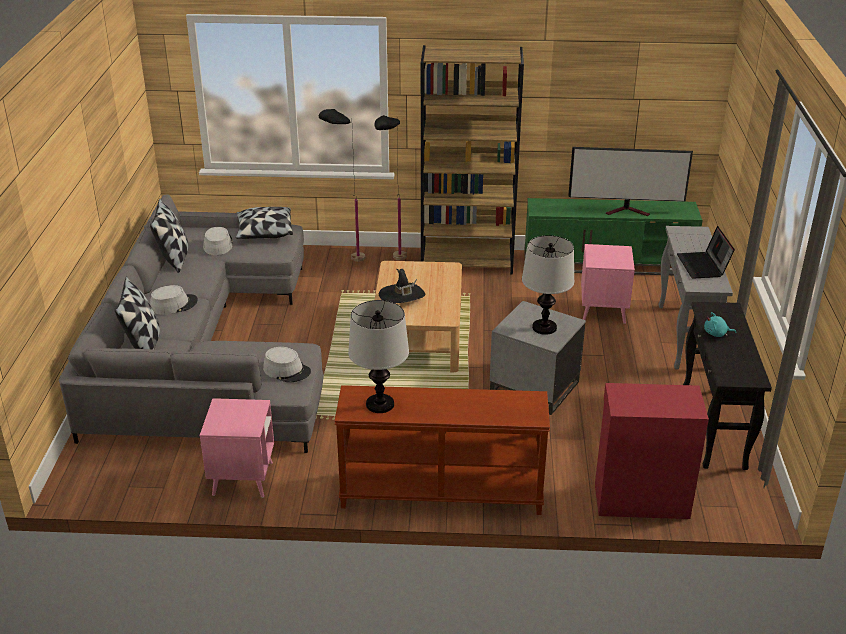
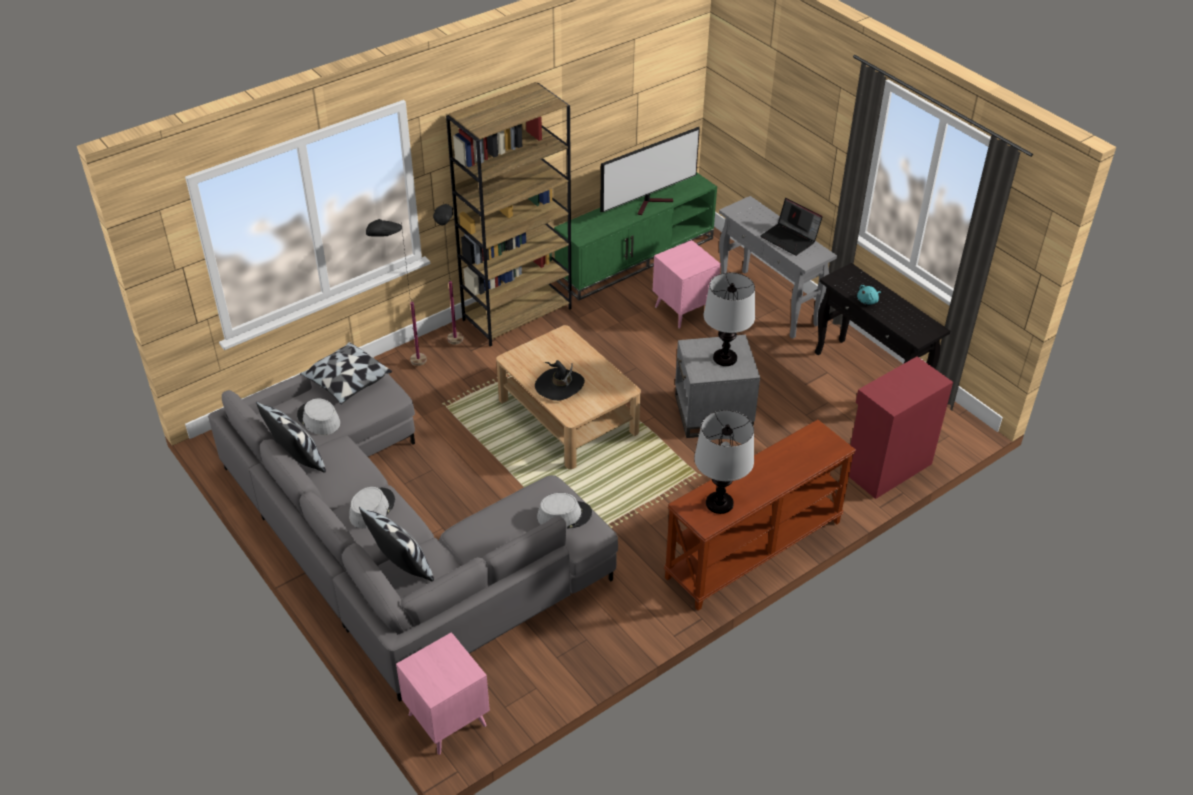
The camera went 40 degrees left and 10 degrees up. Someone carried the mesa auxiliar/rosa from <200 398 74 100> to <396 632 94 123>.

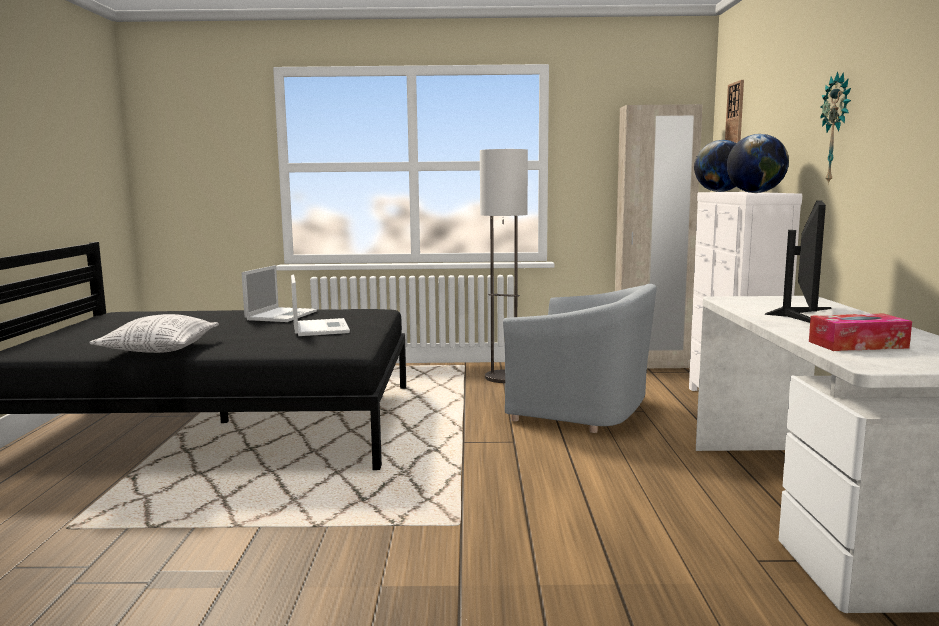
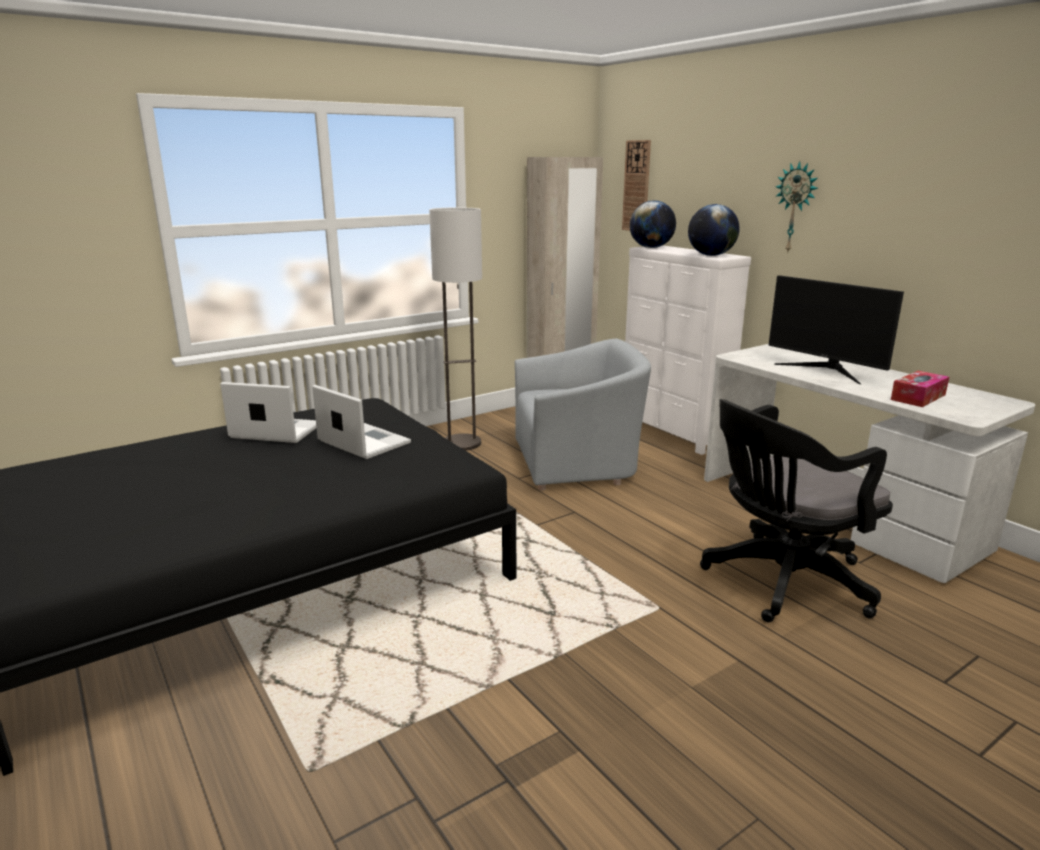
The camera went 35 degrees left and 10 degrees up. Someone rotated the portátil at <242 265 75 57> by 60 degrees counterclockwise. Someone put down the silla de oficina/negro at <700 399 193 223>. Someone rotated the monitor at <765 200 67 123> by 150 degrees clockwise. Someone took away the cojín at <89 314 130 39>.

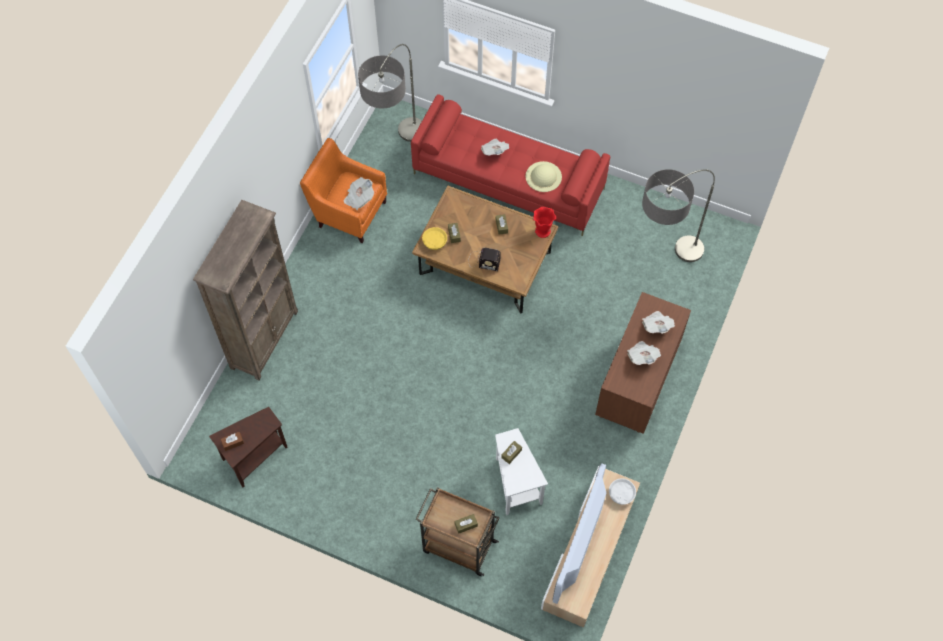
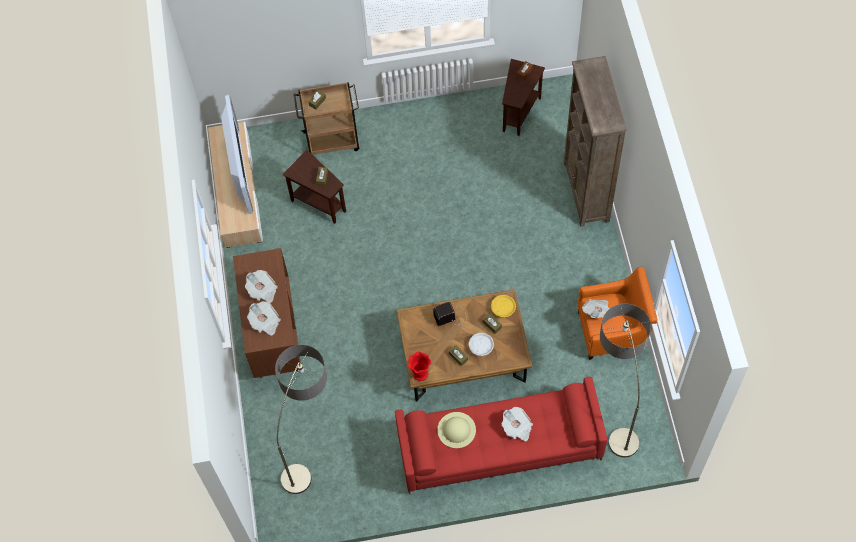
The camera went 150 degrees right and 0 degrees up. Someone repainted the mesa auxiliar/blanco at <495 428 53 87>, which became the mesa auxiliar/marrón at <283 150 63 74>. Someone carried the cuenco/blanco from <609 478 27 27> to <469 333 25 23>.

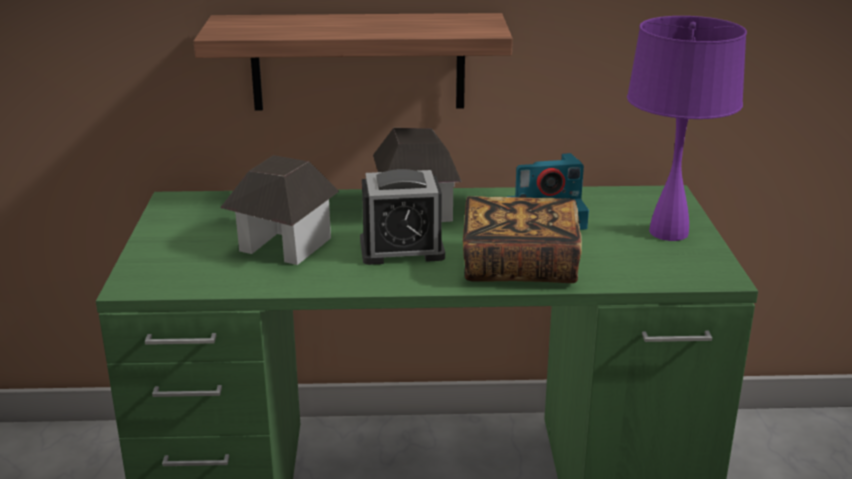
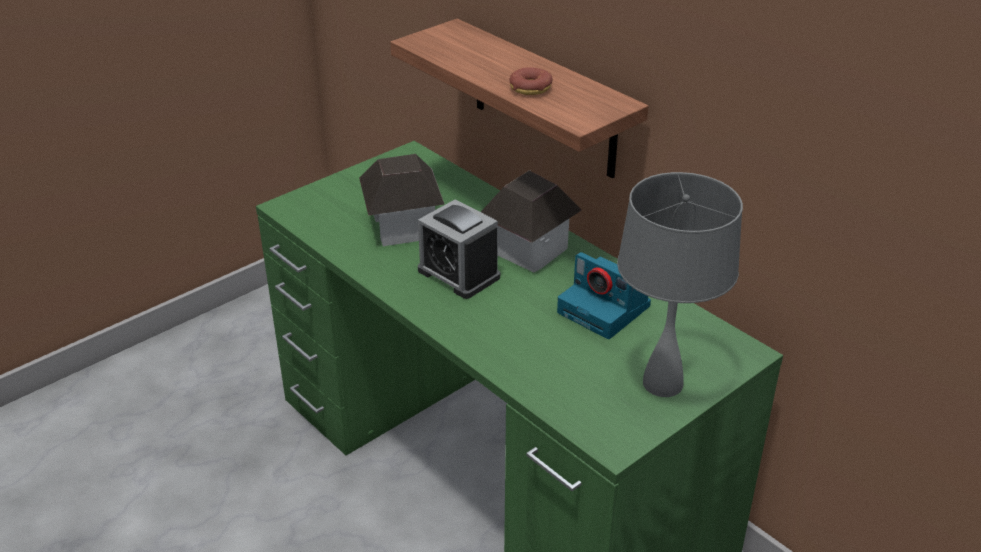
The camera went 50 degrees right and 10 degrees up. Someone put down the rosquilla at <509 67 44 28>. Someone repainted the lámpara de mesa/morado at <627 16 120 225>, which became the lámpara de mesa/gris at <617 172 126 225>. Someone took away the libro at <463 196 119 87>.

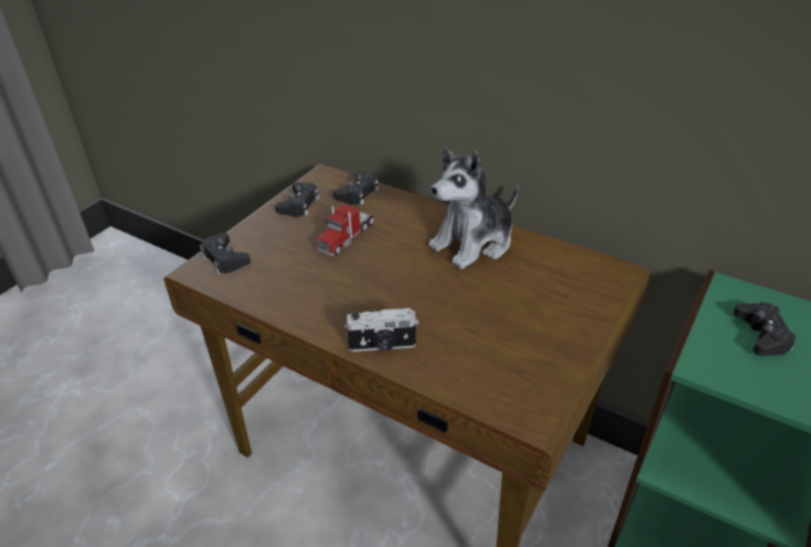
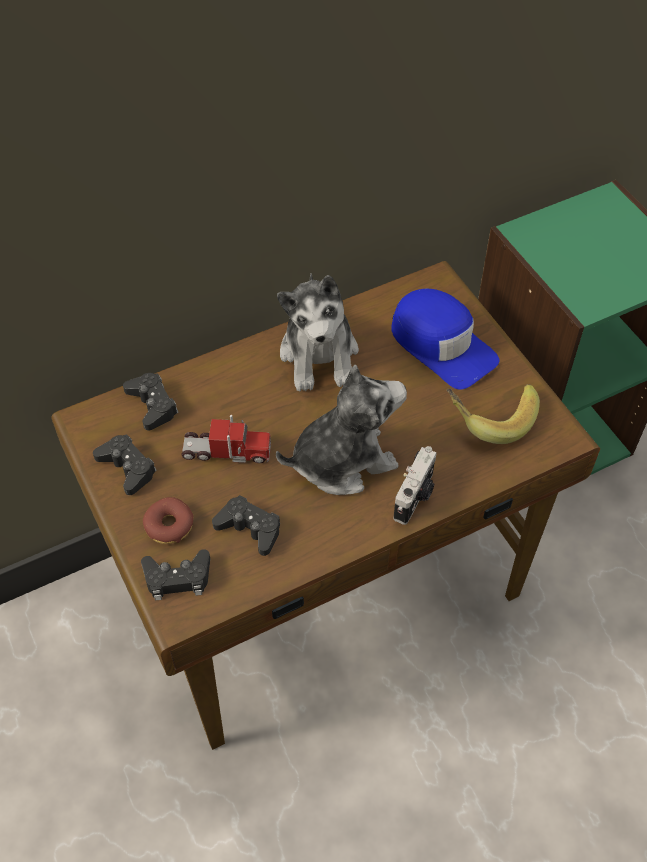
The camera went 60 degrees left and 15 degrees up. Someone put down the rosquilla at <143 497 51 47>. Someone rotated the camión de juguete at <316 204 59 52> by 60 degrees counterclockwise. Someone carried the mando de consola/negro from <733 302 64 54> to <212 495 68 61>. Someone put down the peluche at <276 365 131 130>. Someone put down the gorra/azul at <391 289 108 101>. Someone put down the plátano at <447 384 93 60>.

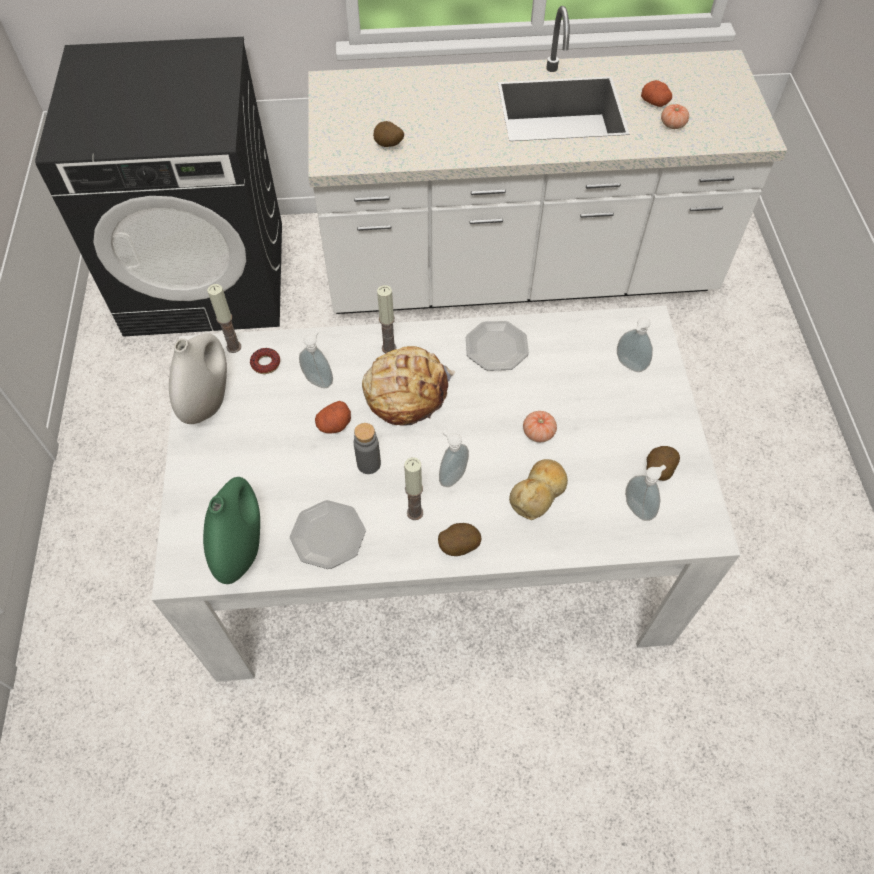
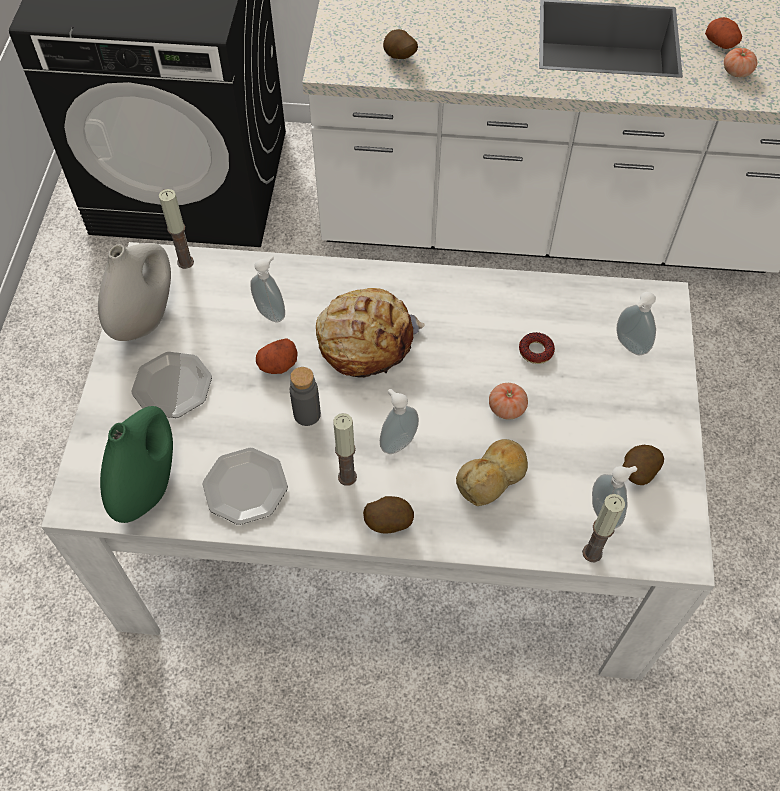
The camera went 10 degrees right and 0 degrees up. Someone carried the plato from <466 321 63 50> to <131 352 81 66>. Someone carried the rosquilla from <250 348 30 26> to <519 332 36 32>. Someone carried the vela from <377 285 19 68> to <582 494 43 68>.

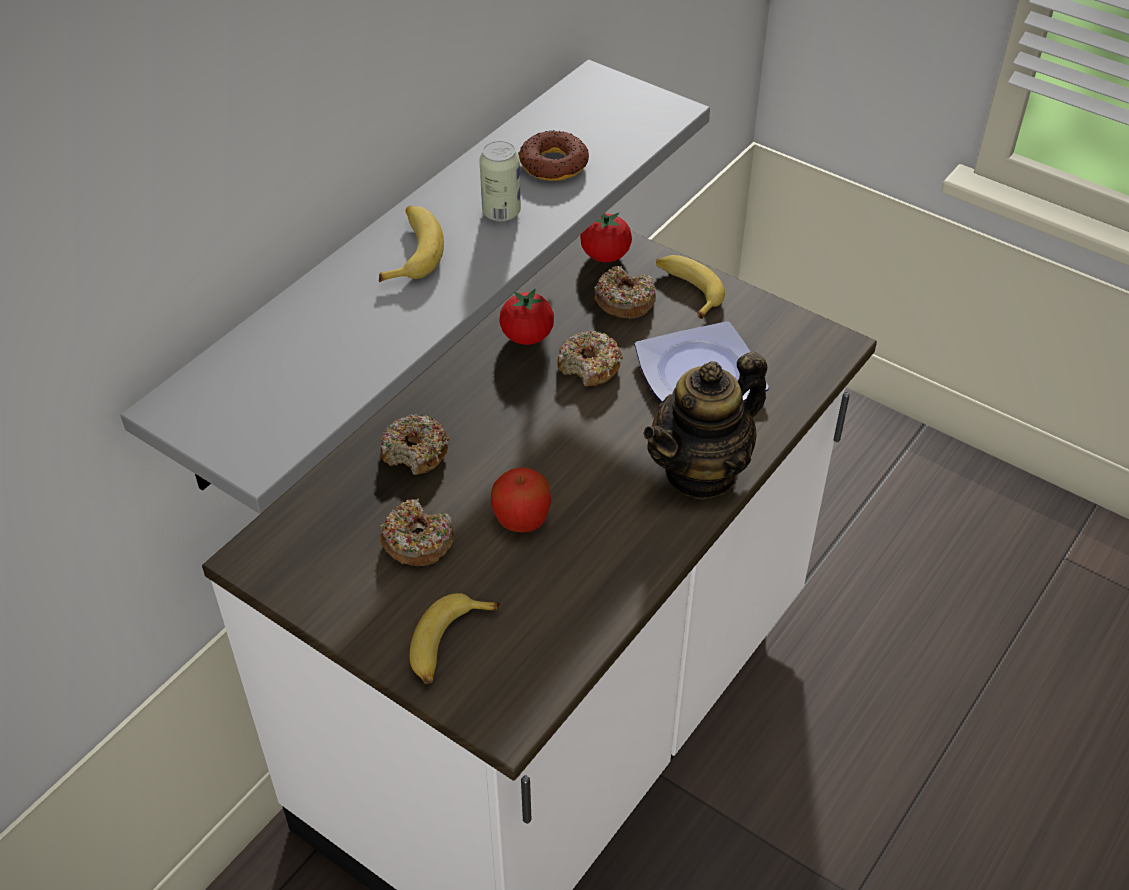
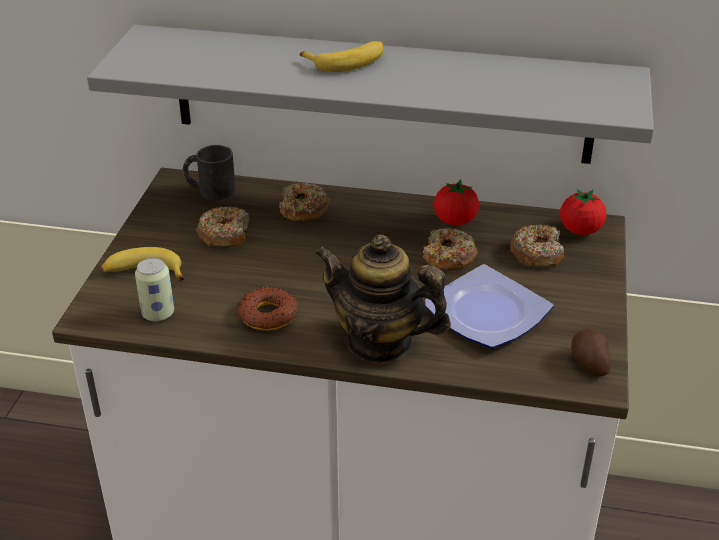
The camera went 65 degrees right and 10 degrees down. Someone carried the lata from <479 141 42 81> to <135 258 39 63>. Someone put down the taza grande/negro at <183 145 53 55>. Someone carried the rosquilla from <518 130 71 51> to <237 286 61 45>. Someone put down the patata at <571 328 40 48>. Someone took away the manzana at <491 467 60 66>. Someone took away the plátano at <656 255 69 64>.

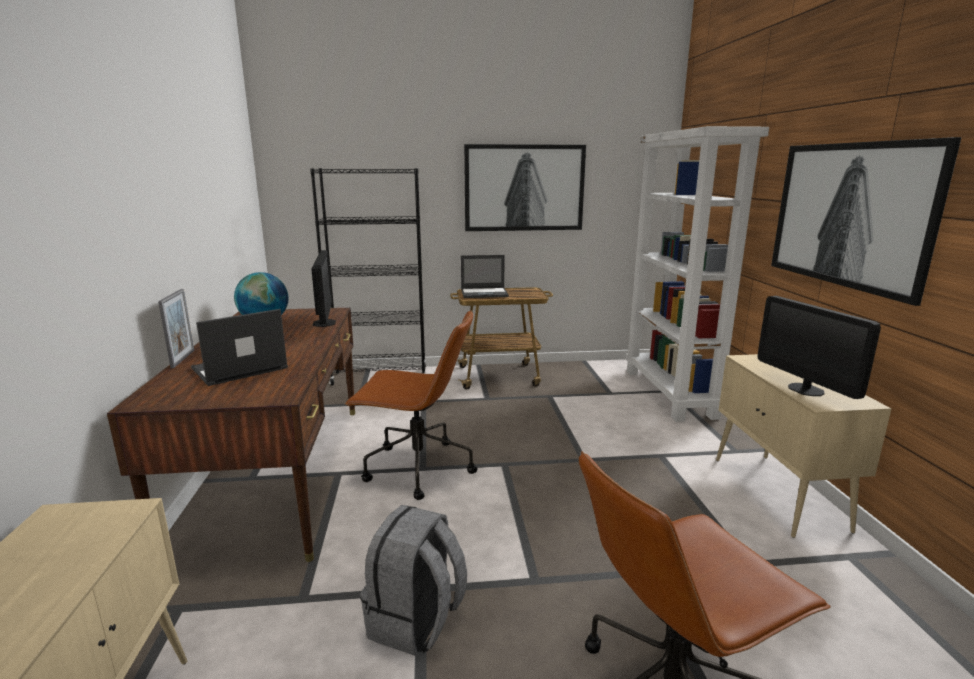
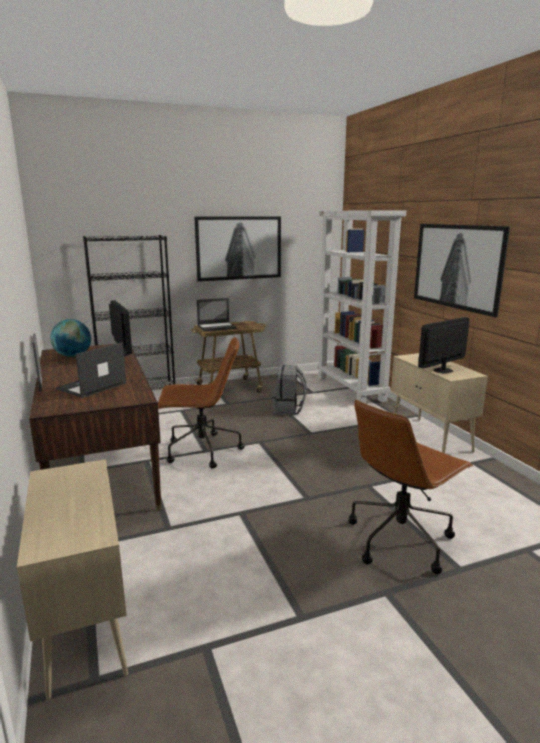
The camera went 15 degrees left and 0 degrees up. Someone carried the mochila/gris from <360 505 107 151> to <272 365 35 50>. Someone rotated the monitor at <758 296 123 103> by 90 degrees clockwise.

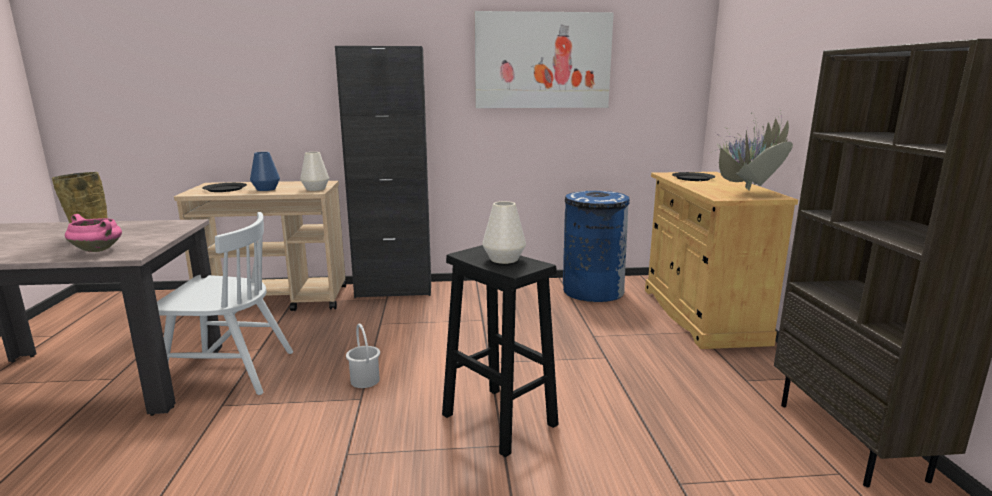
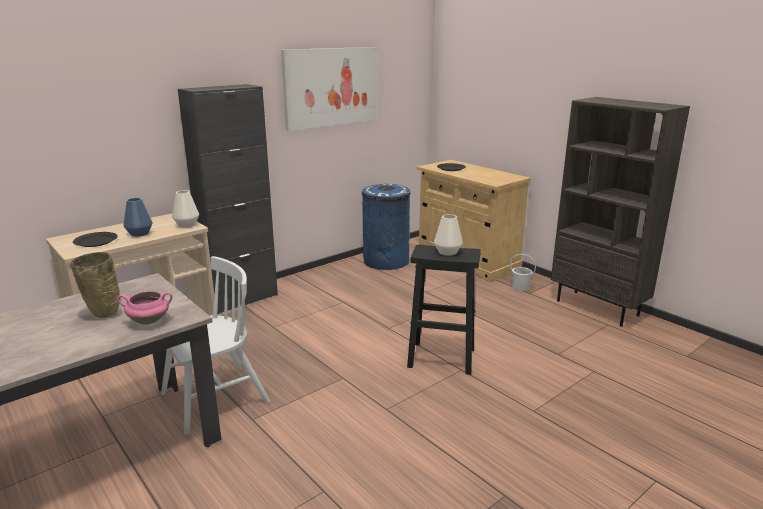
The camera went 35 degrees left and 5 degrees up. Someone carried the cubo/blanco from <346 324 34 64> to <510 254 26 37>. Someone took away the planta en maceta at <699 110 94 80>.

